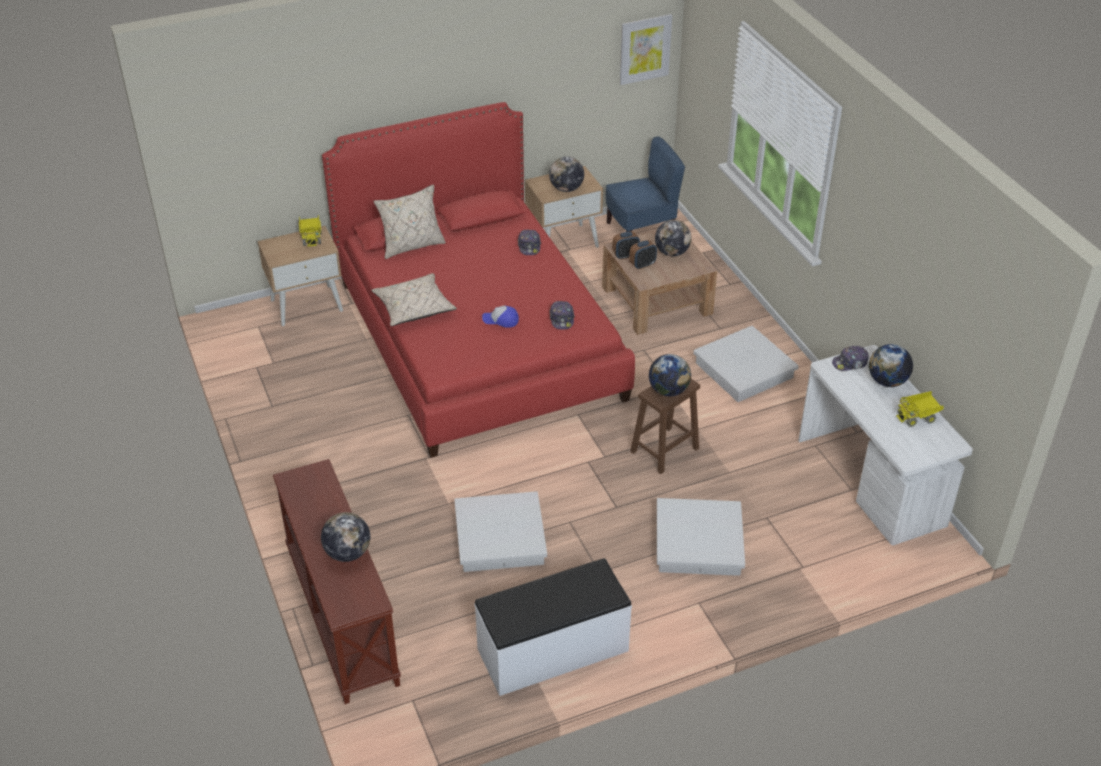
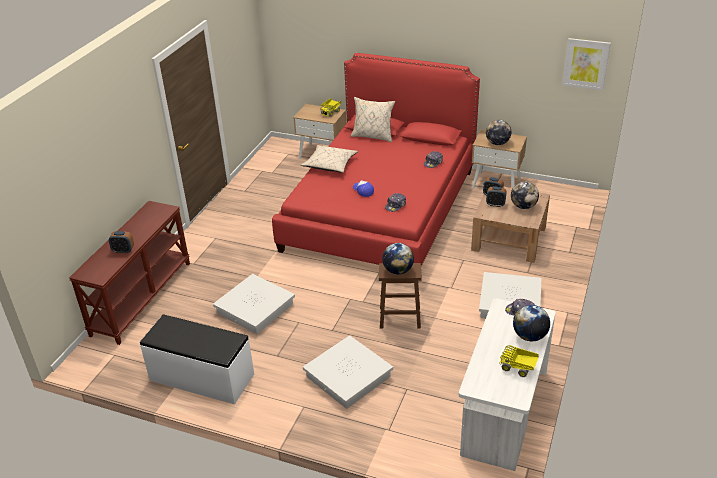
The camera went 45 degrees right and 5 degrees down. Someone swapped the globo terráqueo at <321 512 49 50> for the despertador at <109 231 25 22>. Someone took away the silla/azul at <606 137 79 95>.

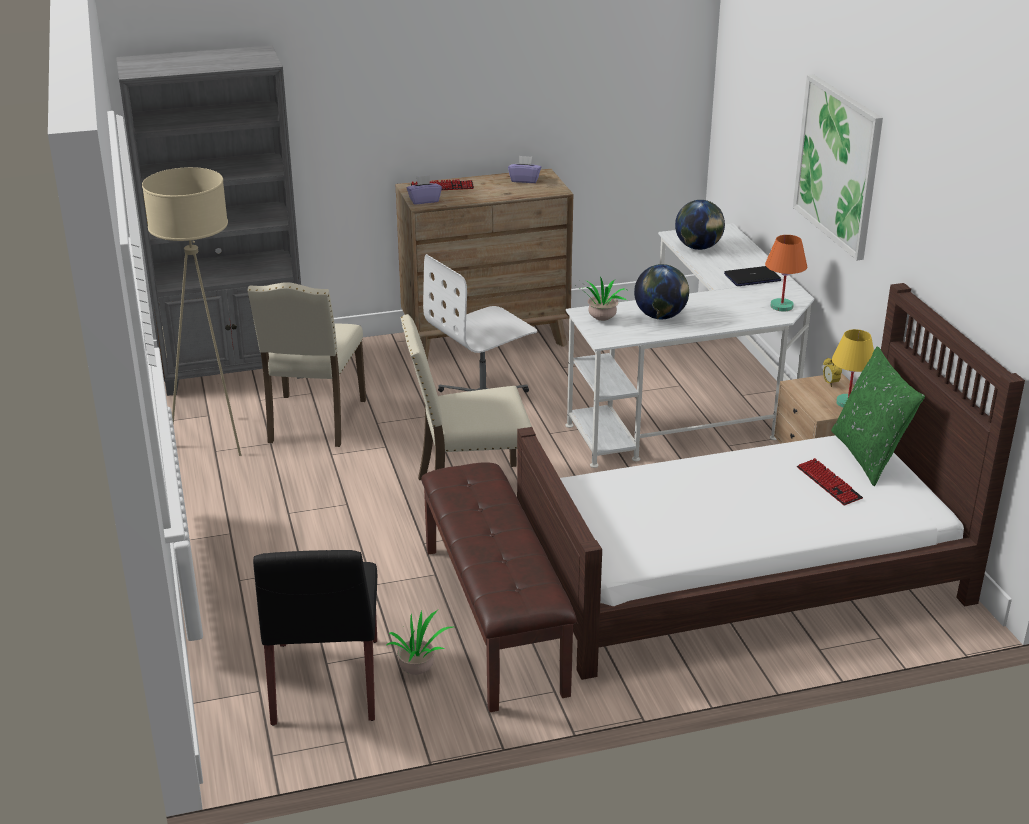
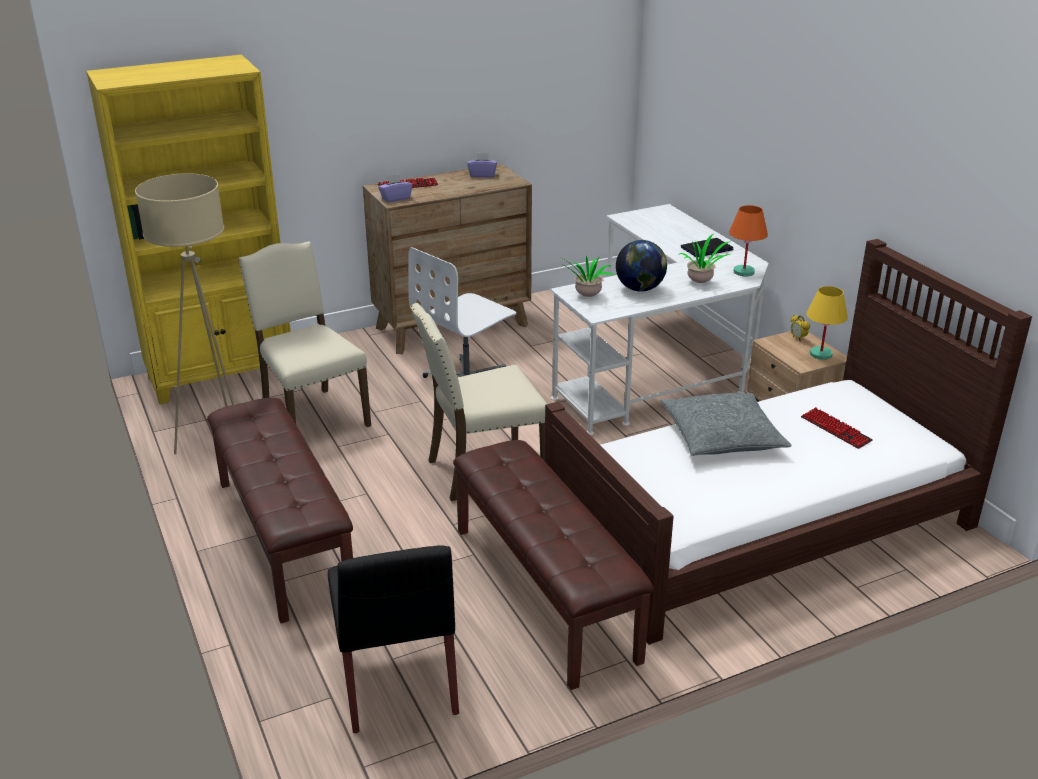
The camera went 10 degrees left and 0 degrees up. Someone repainted the estantería/gris at <116 45 185 351>, which became the estantería/amarillo at <86 55 205 349>. Someone put down the banco/marrón at <207 398 146 225>. Someone rotated the silla/beis at <247 283 119 164> by 150 degrees clockwise. Someone put down the cojín/gris at <661 393 131 63>. Someone carried the planta en maceta from <386 610 67 65> to <678 233 52 50>. Someone took away the globo terráqueo at <675 200 50 50>. Someone took away the cuadro at <793 74 90 186>. Someone took away the cojín/verde at <831 346 94 140>.

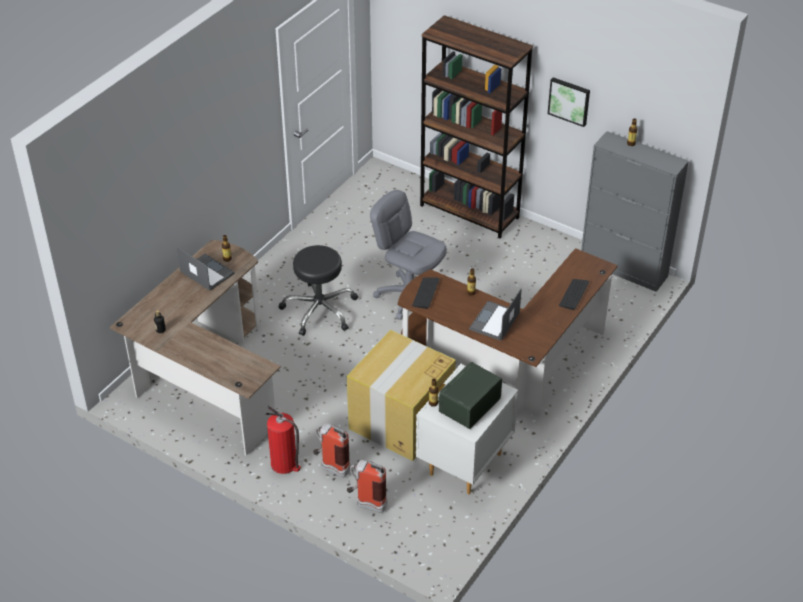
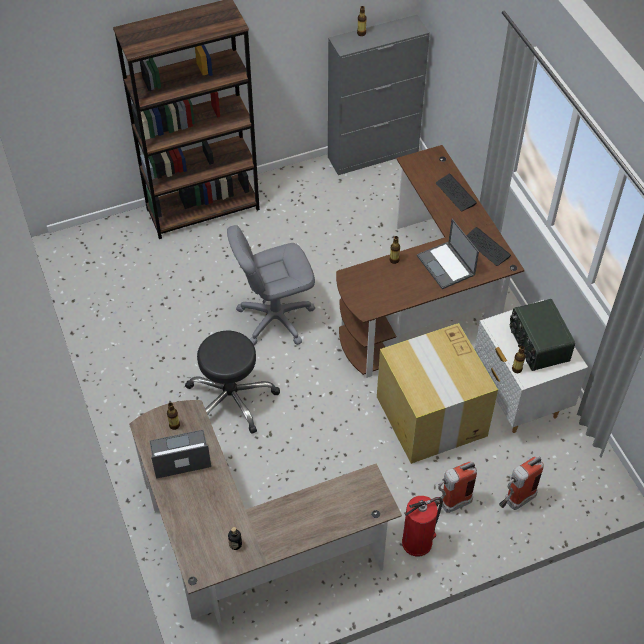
The camera went 55 degrees left and 10 degrees up. Someone carried the teclado from <412 278 28 31> to <466 227 45 39>. Someone took away the cuadro at <548 77 42 50>.

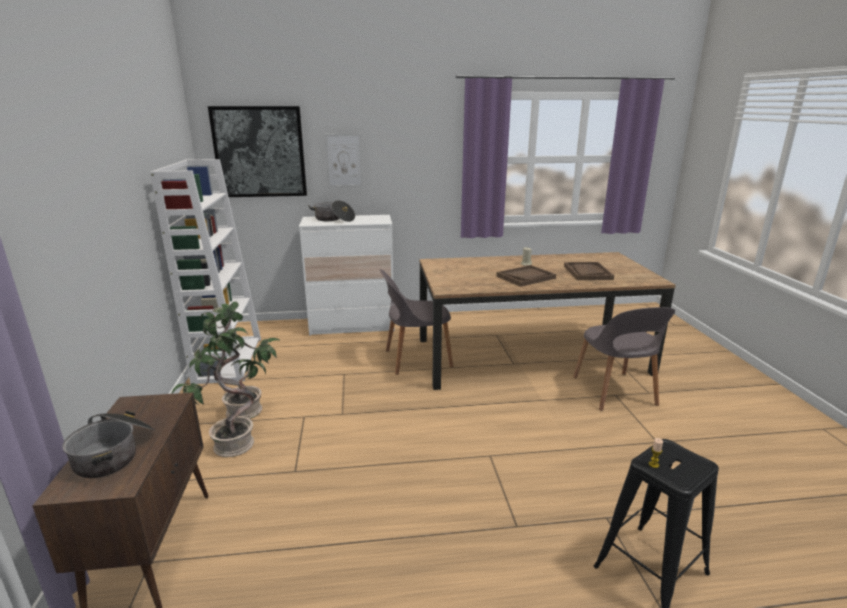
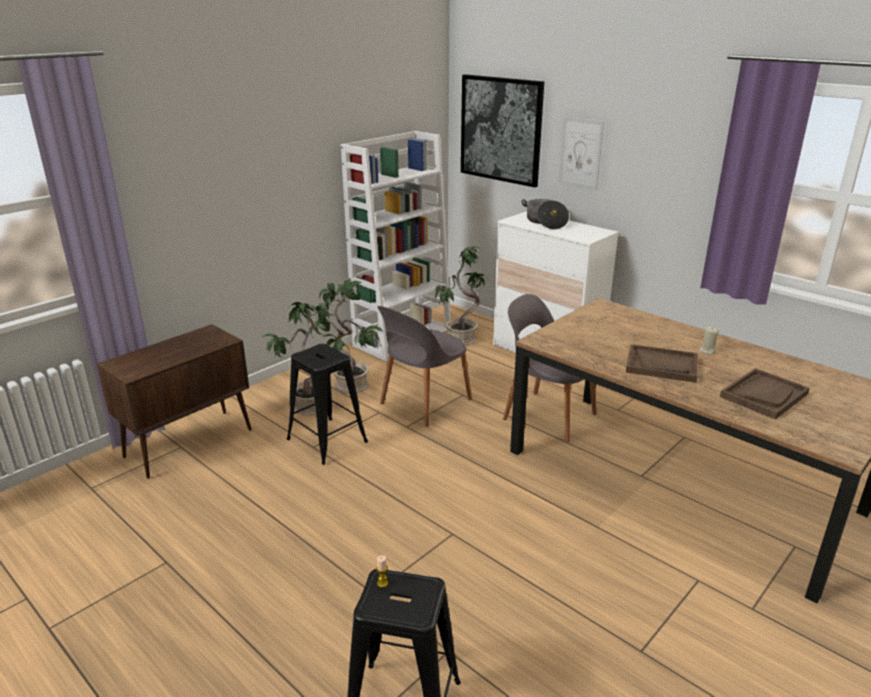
The camera went 50 degrees right and 5 degrees up. Someone put down the taburete/negro at <287 344 81 121>. Someone carried the silla/gris from <573 307 102 104> to <378 306 94 121>. Someone put down the planta en maceta at <435 246 54 99>. Someone took away the olla at <62 411 93 67>.

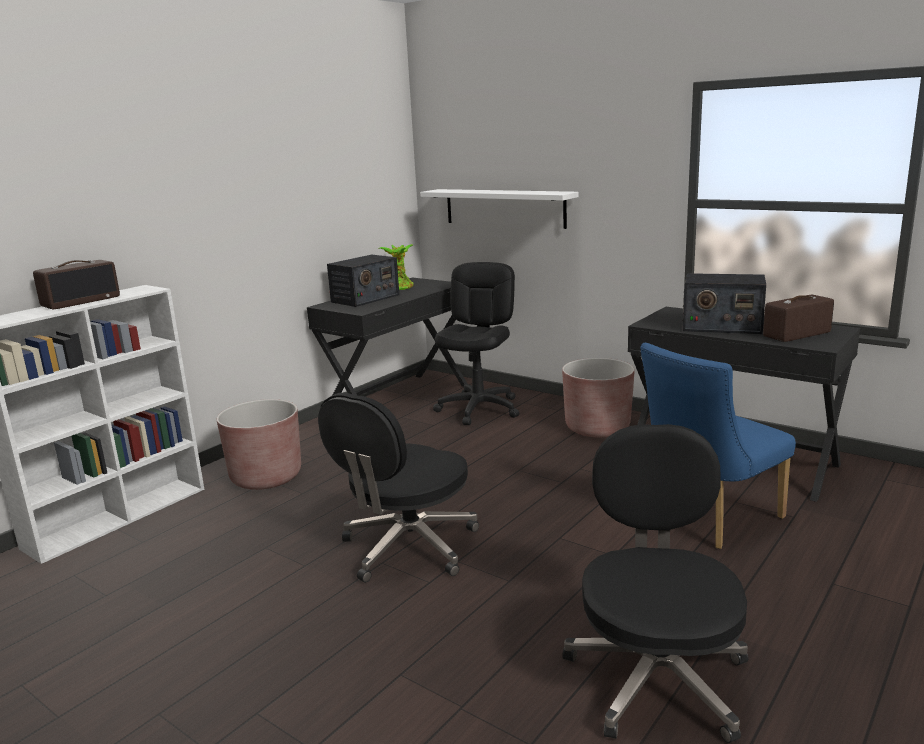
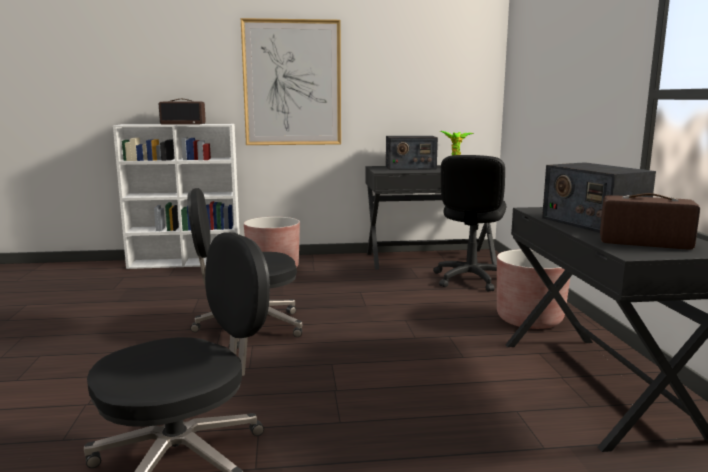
The camera went 45 degrees right and 5 degrees down. Someone put up the cuadro at <241 18 100 127>. Someone rotated the silla de oficina/negro at <433 262 86 163> by 135 degrees clockwise. Someone took away the estante/blanco at <420 189 159 40>. Someone took away the silla/azul at <640 343 156 206>.

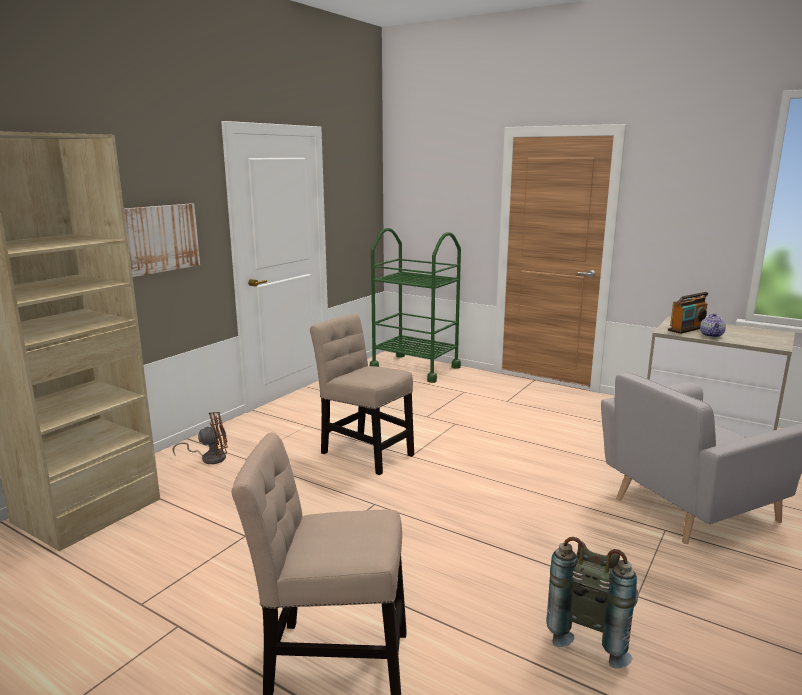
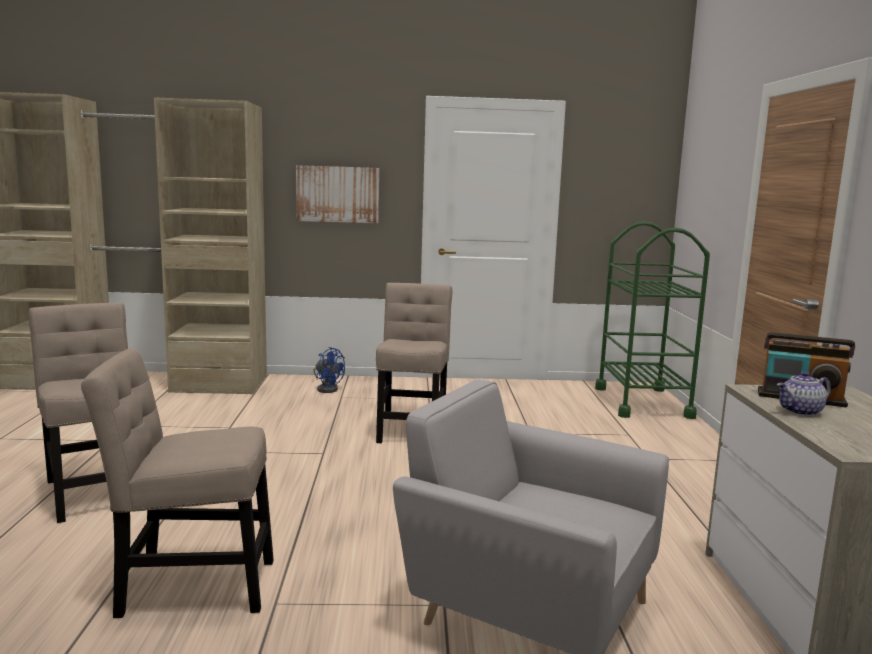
The camera went 55 degrees right and 5 degrees down. Someone swapped the mochila/gris at <546 537 92 131> for the silla/beis at <81 348 193 270>. Someone repainted the ventilador/marrón at <173 412 55 52>, which became the ventilador/azul at <313 347 32 46>.

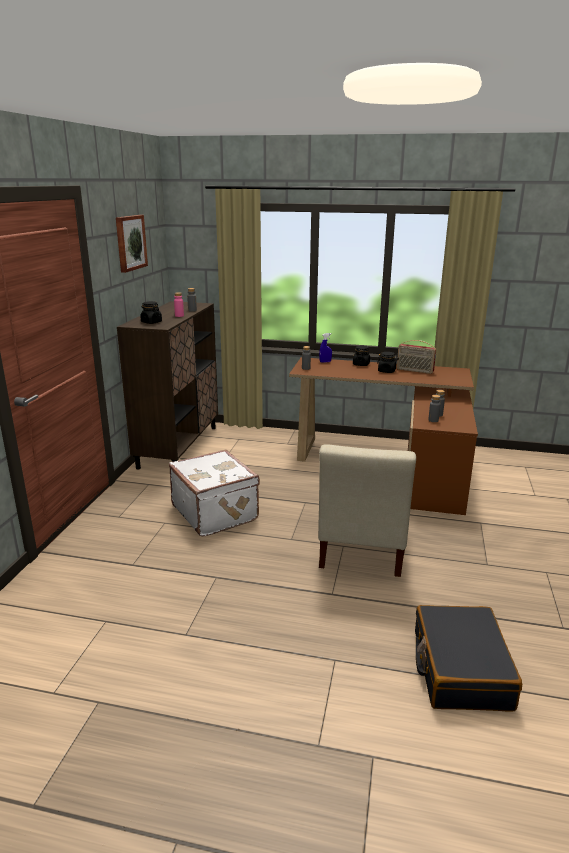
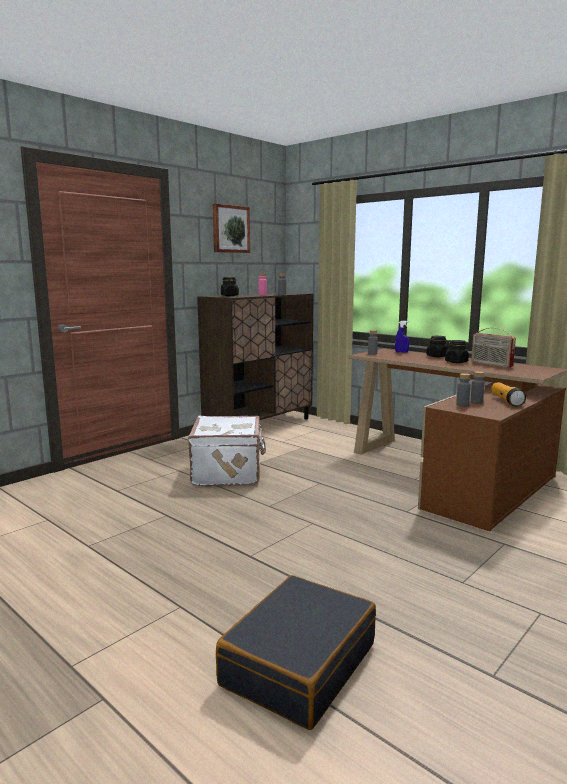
The camera went 30 degrees right and 10 degrees down. Someone put down the linterna at <491 382 35 25>. Someone took away the silla/beis at <318 444 98 133>.

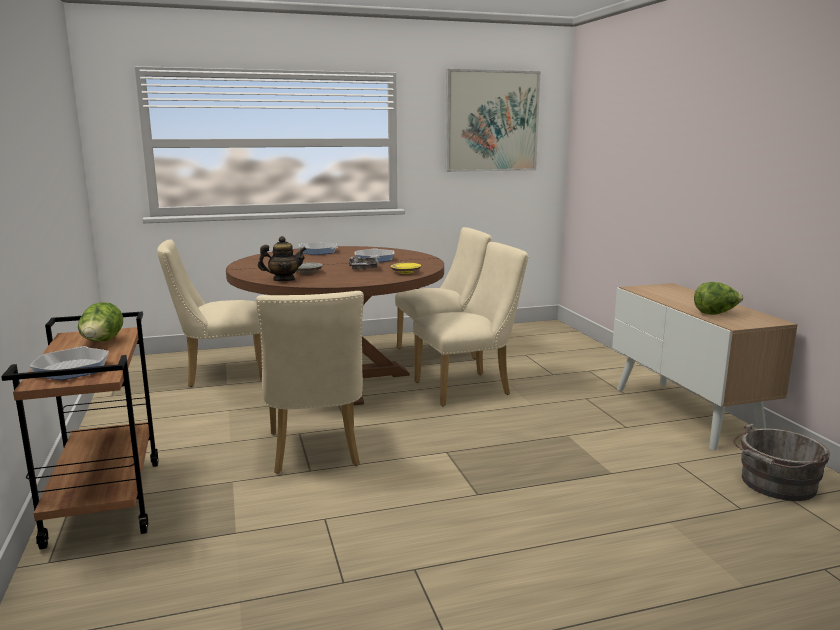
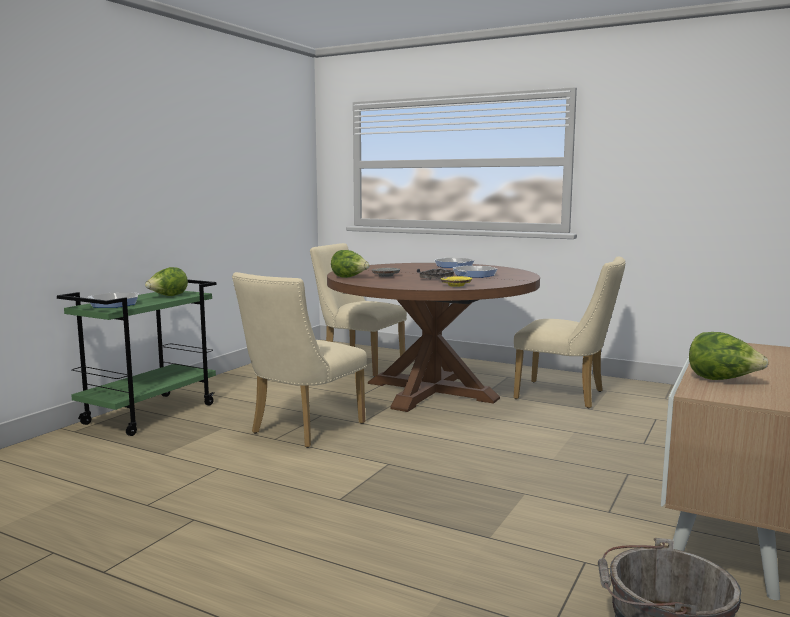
The camera went 45 degrees right and 5 degrees down. Someone repainted the carrito/marrón at <1 311 158 238>, which became the carrito/verde at <57 280 159 156>. Someone swapped the tetera at <258 236 49 45> for the lechuga at <331 250 39 28>. Someone took away the silla/beis at <413 242 116 165>. Someone took away the cuadro at <446 69 95 103>.

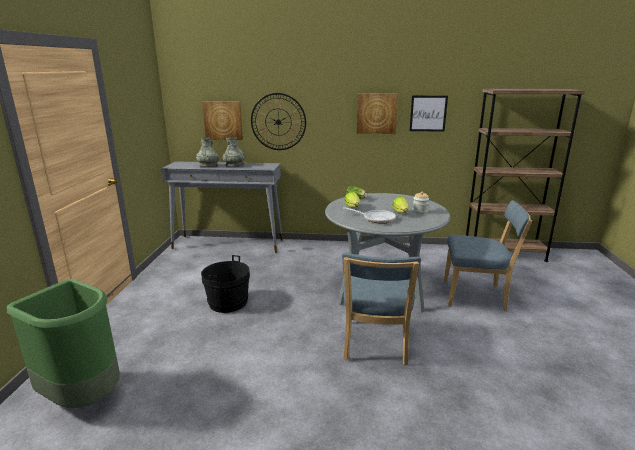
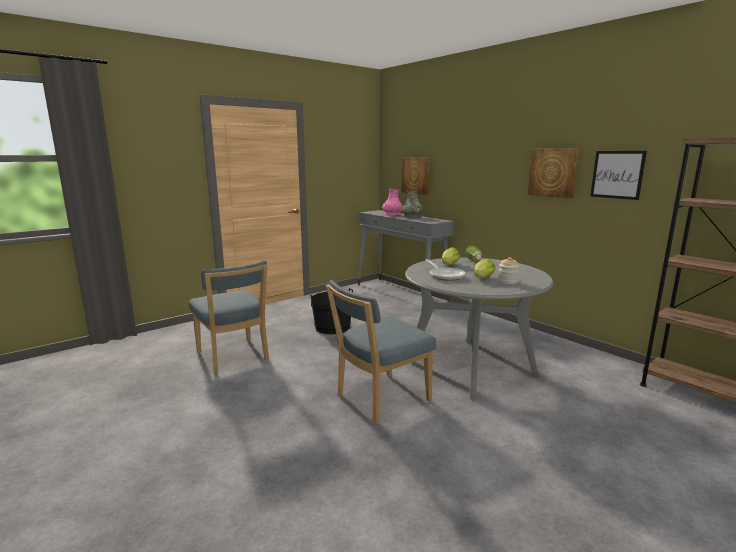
The camera went 45 degrees right and 5 degrees down. Someone carried the silla/azul from <444 200 88 111> to <189 261 80 113>. Someone repainted the florero/gris at <196 137 23 30>, which became the florero/rosa at <382 189 20 27>. Someone took away the papelera/verde at <7 279 113 129>. Someone took away the reloj de pared at <251 93 55 57>.

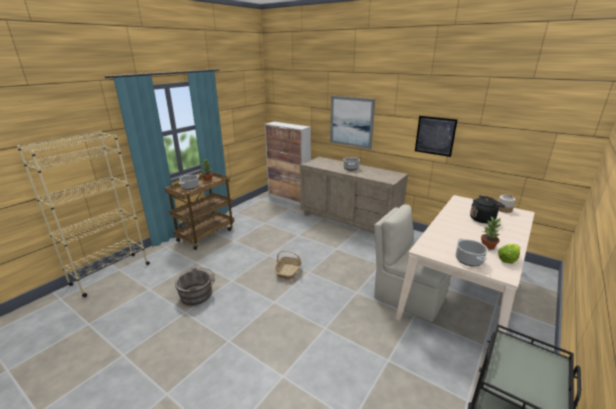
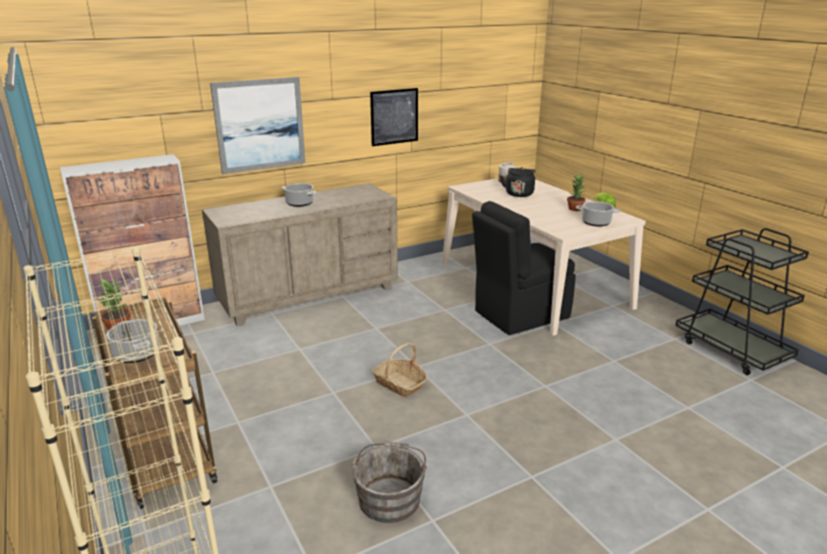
The camera went 65 degrees left and 0 degrees up. Someone repainted the silla/beis at <374 204 77 118>, which became the silla/negro at <472 201 104 134>.

